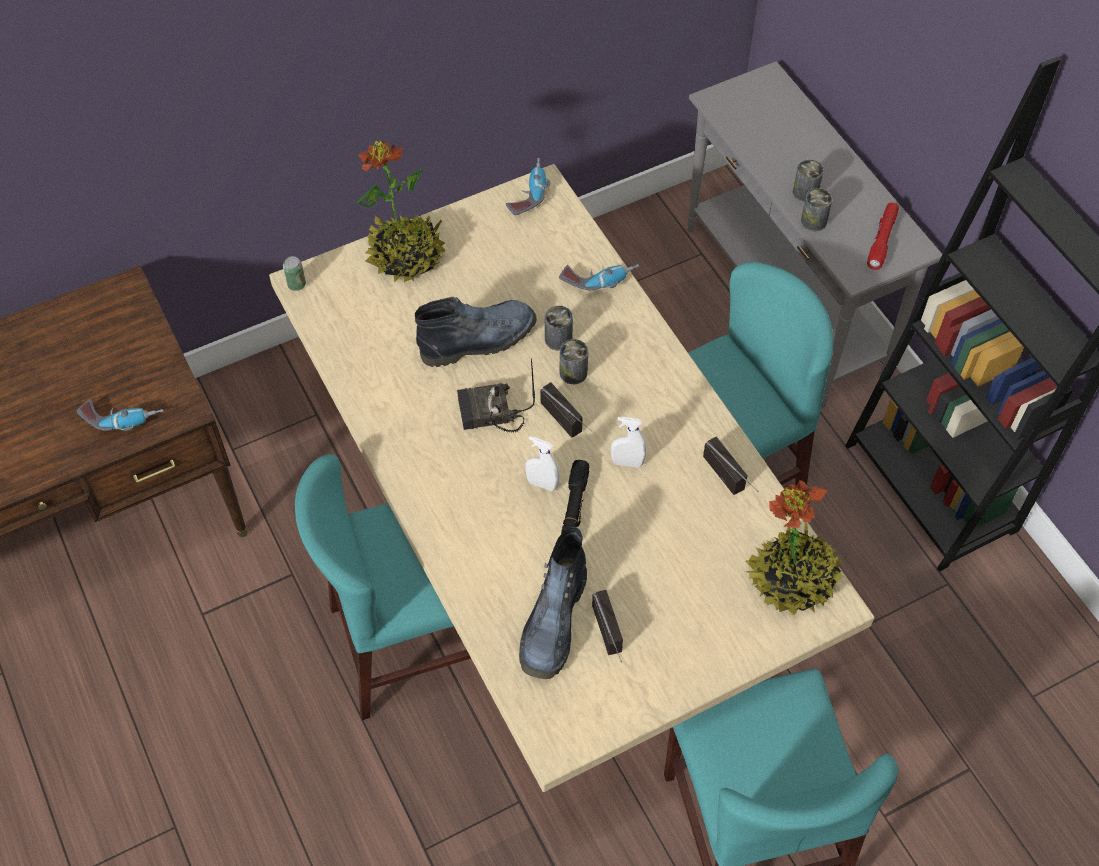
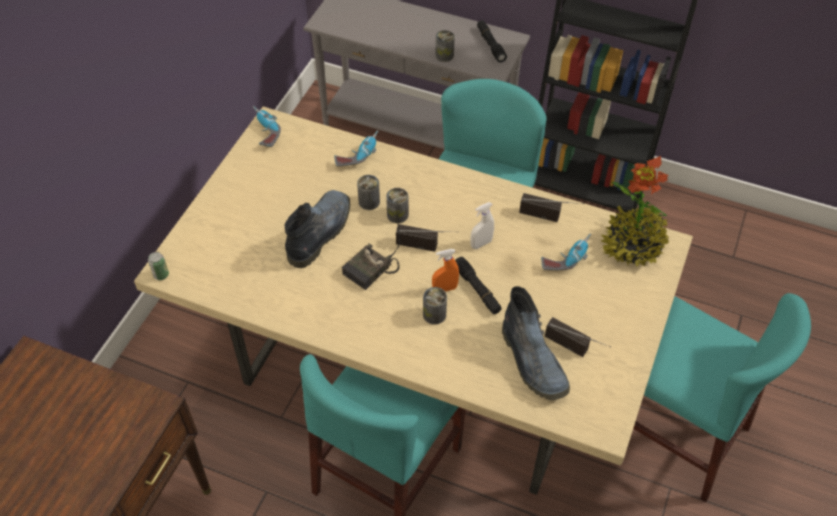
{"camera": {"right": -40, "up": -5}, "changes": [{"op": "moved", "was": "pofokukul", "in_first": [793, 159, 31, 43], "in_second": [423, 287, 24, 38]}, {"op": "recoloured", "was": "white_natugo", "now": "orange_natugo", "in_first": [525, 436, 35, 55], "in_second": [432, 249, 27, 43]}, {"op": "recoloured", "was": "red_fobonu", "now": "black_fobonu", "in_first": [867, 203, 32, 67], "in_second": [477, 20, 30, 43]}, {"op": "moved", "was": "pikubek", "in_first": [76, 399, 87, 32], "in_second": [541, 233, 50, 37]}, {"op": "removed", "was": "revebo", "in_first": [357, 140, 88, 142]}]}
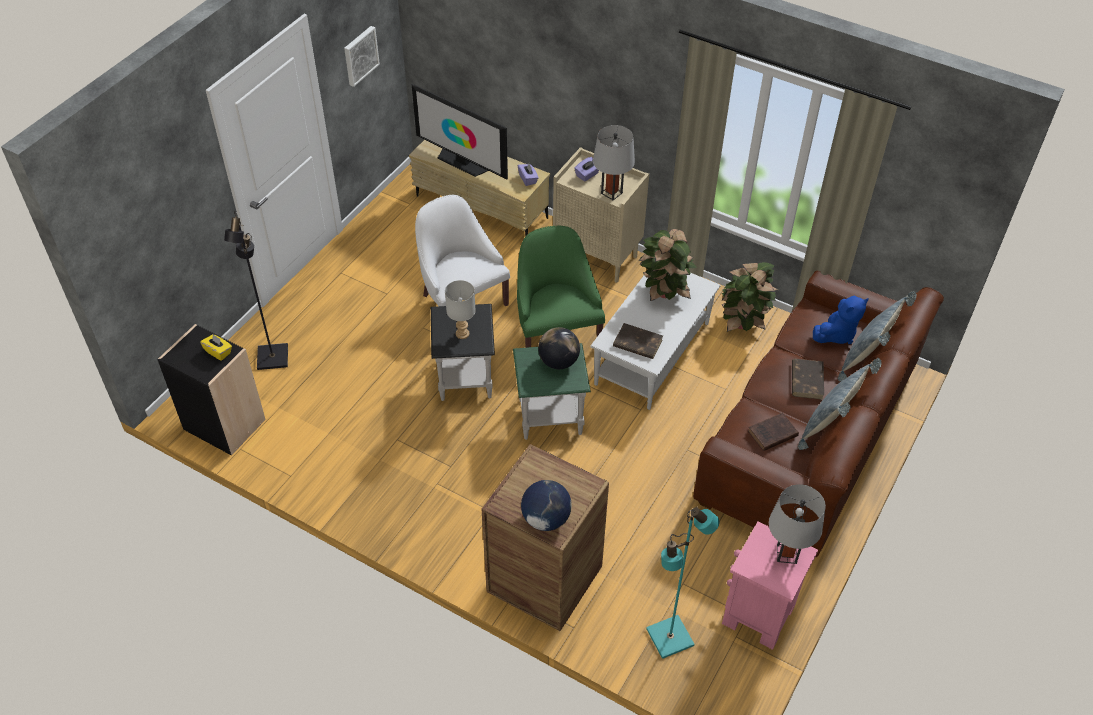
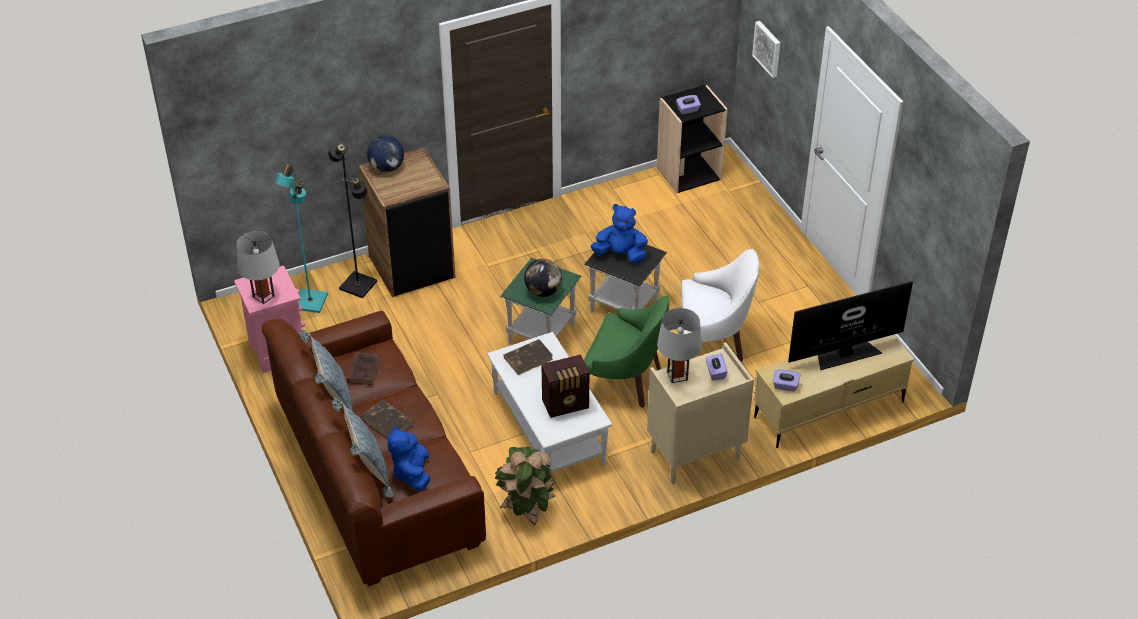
{"camera": {"right": 125, "up": -5}, "changes": [{"op": "moved", "was": "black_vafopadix", "in_first": [224, 211, 64, 159], "in_second": [328, 144, 49, 154]}, {"op": "replaced", "was": "revebo", "now": "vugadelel", "in_first": [639, 229, 58, 72], "in_second": [541, 354, 48, 64]}, {"op": "replaced", "was": "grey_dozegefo", "now": "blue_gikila", "in_first": [445, 280, 31, 59], "in_second": [590, 204, 58, 60]}, {"op": "recoloured", "was": "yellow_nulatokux", "now": "purple_nulatokux", "in_first": [200, 334, 32, 27], "in_second": [676, 95, 25, 20]}, {"op": "moved", "was": "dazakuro", "in_first": [344, 26, 36, 61], "in_second": [752, 21, 28, 57]}]}
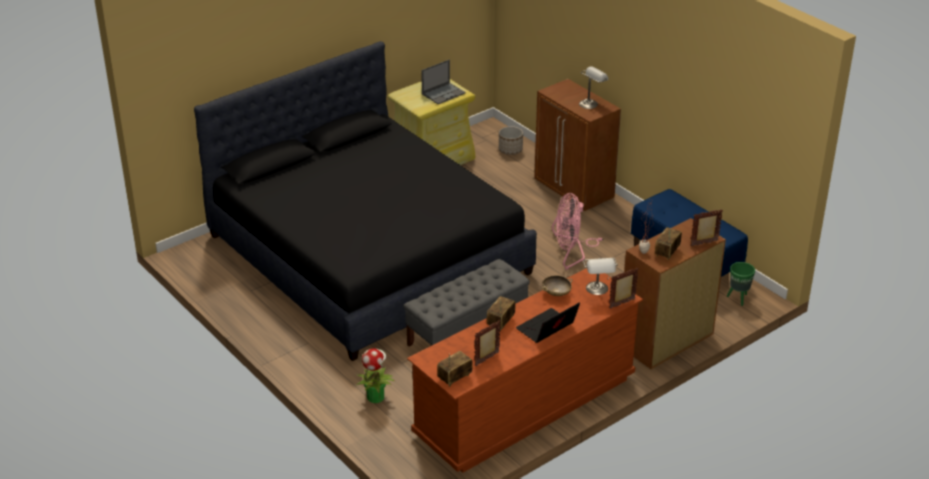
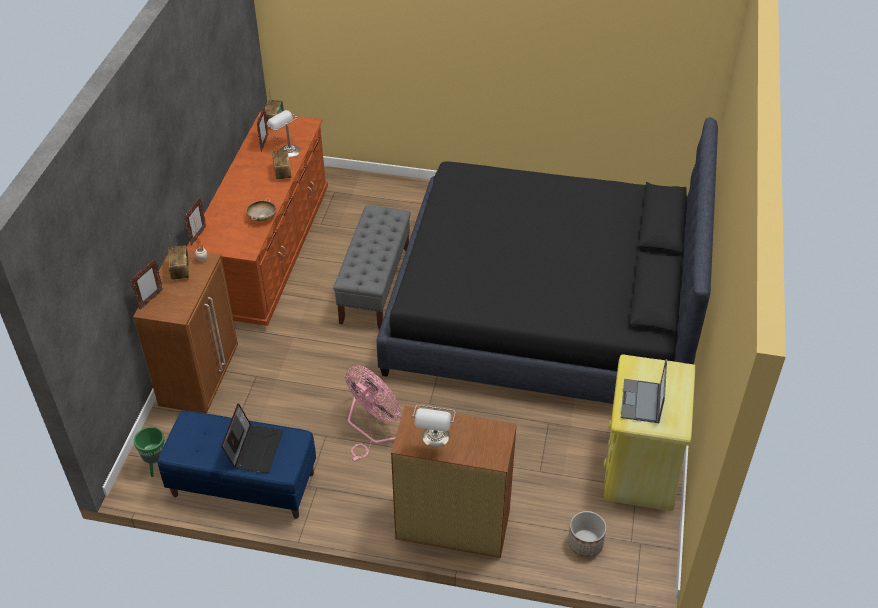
{"camera": {"right": 140, "up": 10}, "changes": [{"op": "moved", "was": "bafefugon", "in_first": [516, 302, 64, 41], "in_second": [221, 403, 63, 70]}, {"op": "moved", "was": "white_dozegefo", "in_first": [583, 258, 35, 37], "in_second": [267, 110, 33, 48]}, {"op": "removed", "was": "revebo", "in_first": [356, 348, 39, 55]}]}
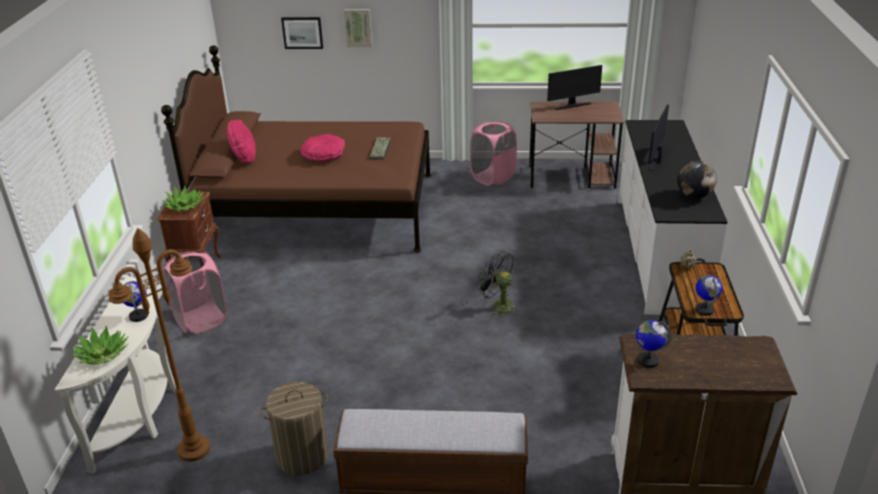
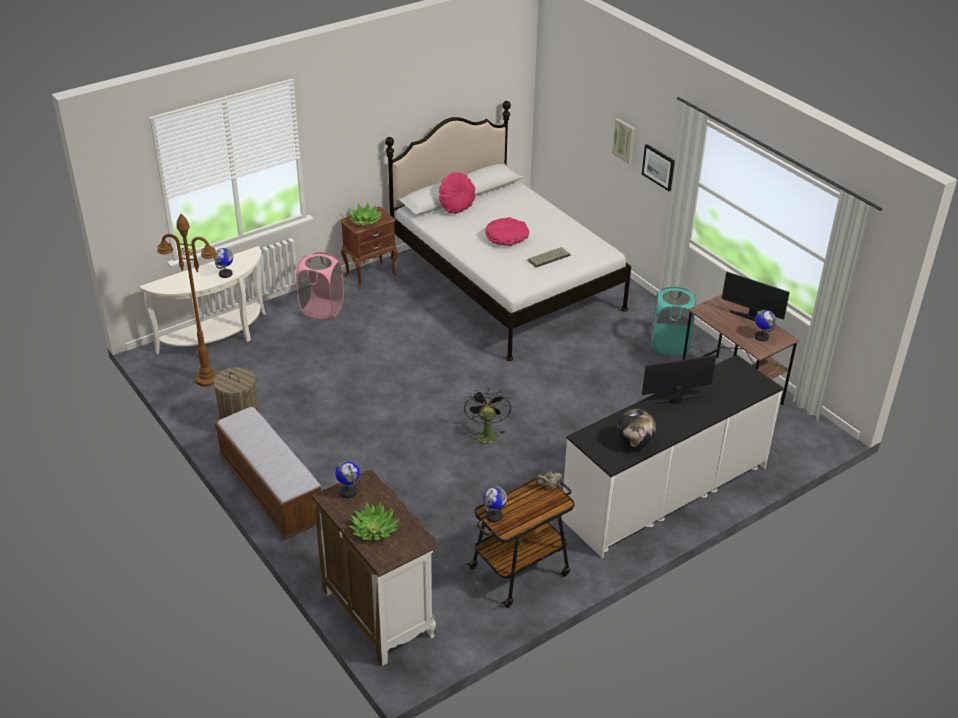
{"camera": {"right": 50, "up": 5}, "changes": [{"op": "moved", "was": "revebo", "in_first": [71, 326, 57, 39], "in_second": [349, 502, 50, 38]}, {"op": "recoloured", "was": "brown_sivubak", "now": "white_sivubak", "in_first": [161, 45, 271, 208], "in_second": [385, 101, 246, 260]}, {"op": "moved", "was": "dazakuro", "in_first": [281, 17, 42, 32], "in_second": [642, 144, 33, 47]}, {"op": "recoloured", "was": "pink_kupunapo", "now": "turquoise_kupunapo", "in_first": [470, 121, 47, 65], "in_second": [652, 287, 43, 68]}, {"op": "added", "now": "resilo", "in_second": [755, 310, 21, 31]}]}
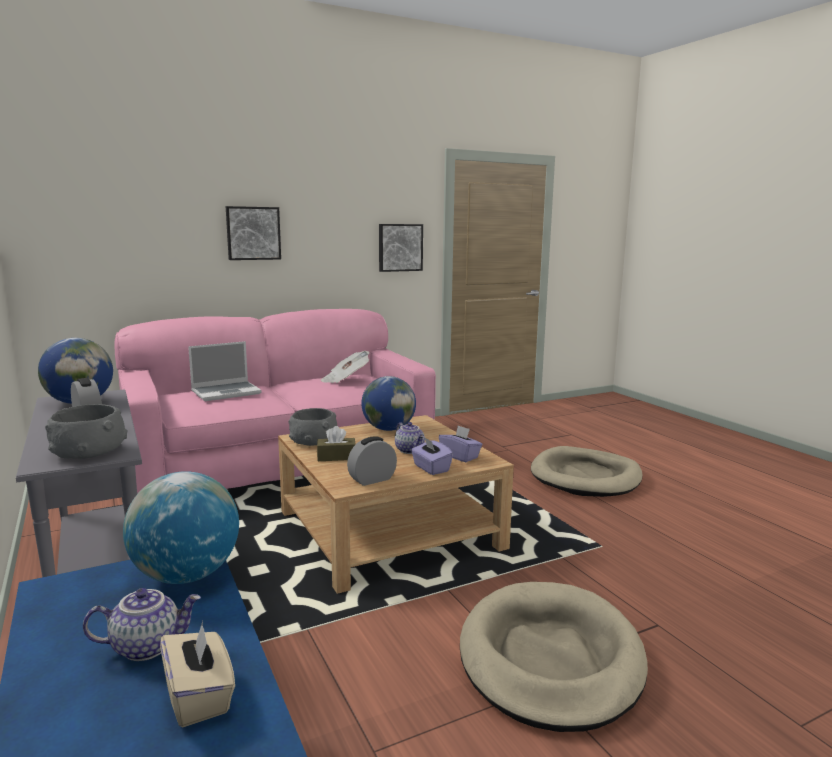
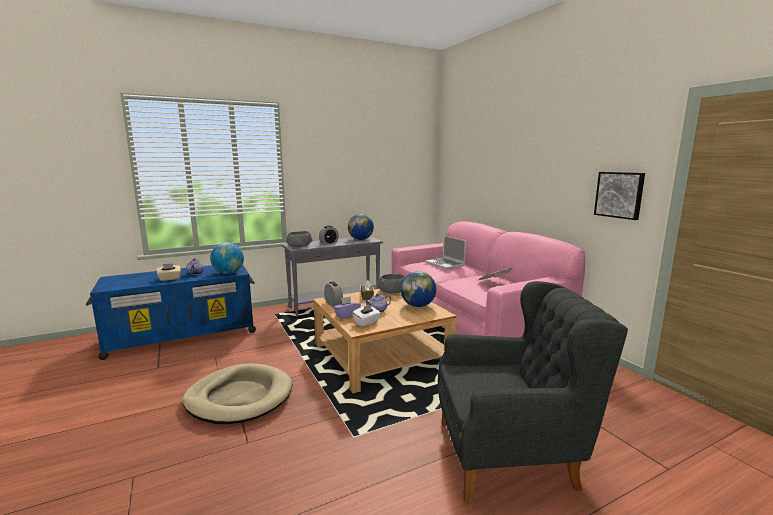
{"camera": {"right": 90, "up": 0}, "changes": [{"op": "recoloured", "was": "purple_nulatokux", "now": "white_nulatokux", "in_first": [439, 425, 43, 37], "in_second": [352, 304, 28, 23]}, {"op": "replaced", "was": "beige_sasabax", "now": "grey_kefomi", "in_first": [531, 446, 112, 51], "in_second": [438, 281, 190, 221]}, {"op": "removed", "was": "dazakuro", "in_first": [226, 206, 55, 54]}]}
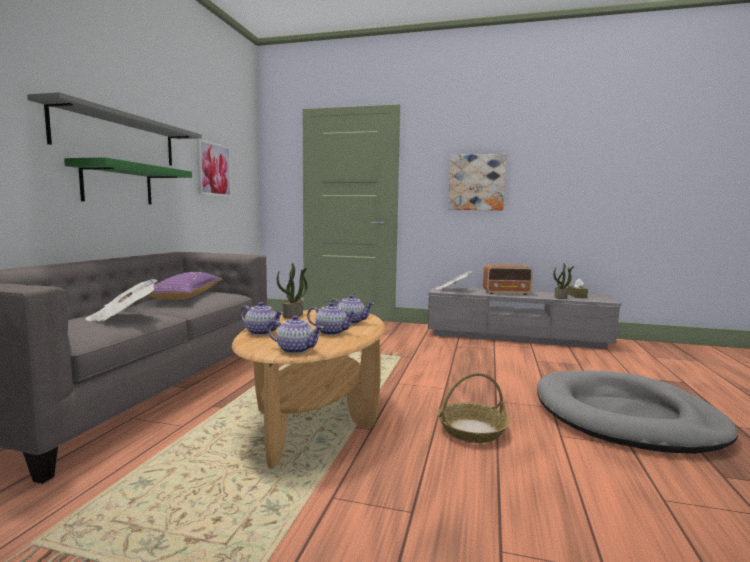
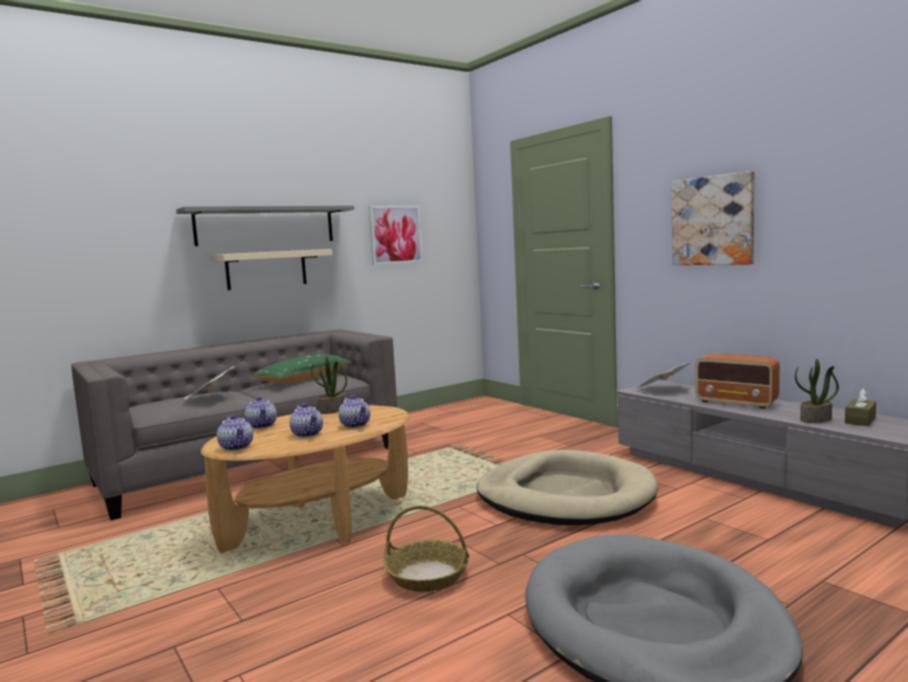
{"camera": {"right": 40, "up": 0}, "changes": [{"op": "recoloured", "was": "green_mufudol", "now": "beige_mufudol", "in_first": [64, 157, 128, 47], "in_second": [210, 249, 123, 41]}, {"op": "recoloured", "was": "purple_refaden", "now": "green_refaden", "in_first": [148, 272, 75, 28], "in_second": [251, 354, 101, 29]}, {"op": "added", "now": "beige_sasabax", "in_second": [477, 450, 181, 75]}]}
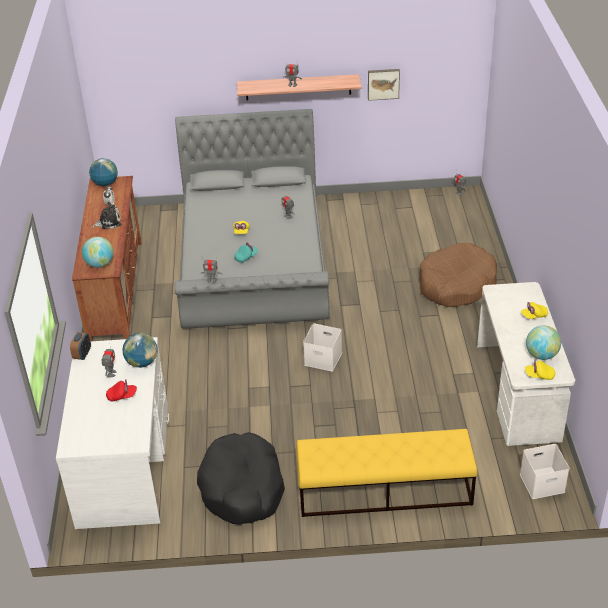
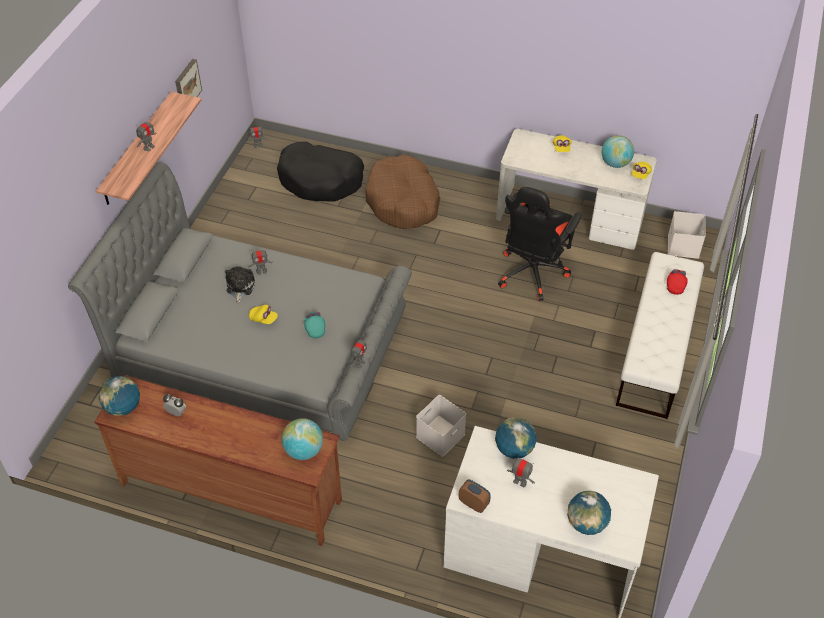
{"camera": {"right": -70, "up": 10}, "changes": [{"op": "moved", "was": "gikila", "in_first": [92, 202, 30, 27], "in_second": [225, 266, 30, 37]}, {"op": "moved", "was": "black_sasabax", "in_first": [197, 432, 88, 93], "in_second": [277, 142, 87, 60]}, {"op": "moved", "was": "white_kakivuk", "in_first": [303, 323, 39, 49], "in_second": [416, 395, 50, 62]}, {"op": "added", "now": "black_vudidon", "in_second": [498, 187, 83, 114]}, {"op": "added", "now": "resilo", "in_second": [568, 491, 43, 44]}, {"op": "recoloured", "was": "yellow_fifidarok", "now": "white_fifidarok", "in_first": [296, 429, 182, 88], "in_second": [616, 252, 88, 167]}, {"op": "moved", "was": "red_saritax", "in_first": [106, 379, 31, 23], "in_second": [667, 269, 21, 26]}]}
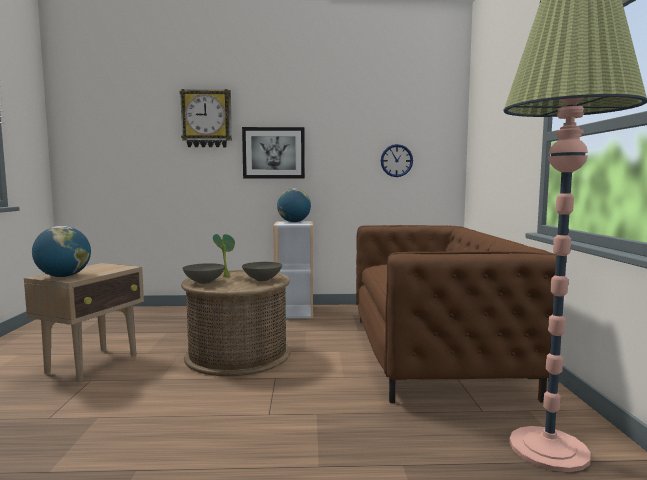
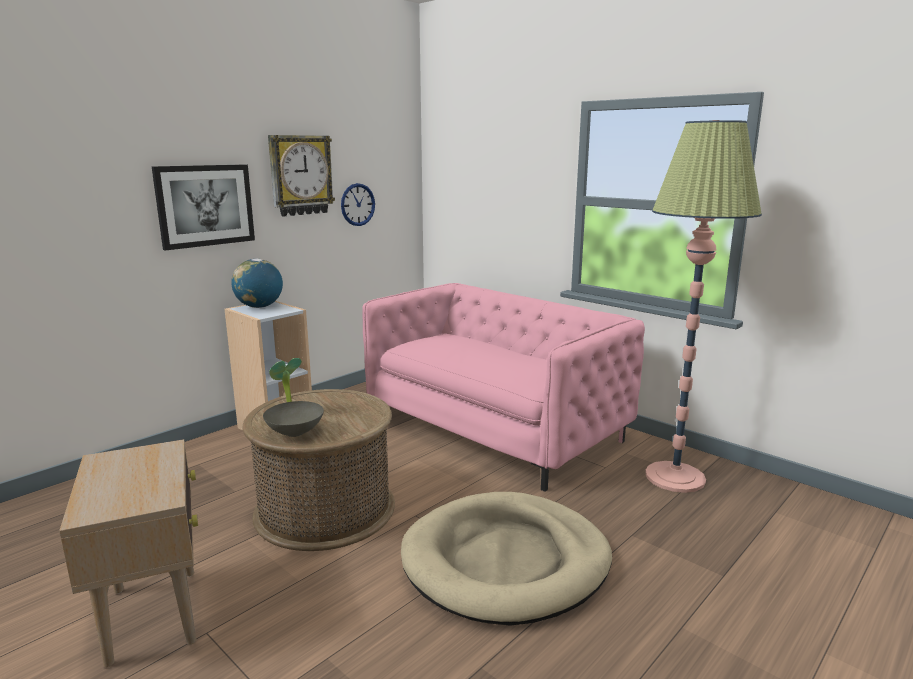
{"camera": {"right": -45, "up": 10}, "changes": [{"op": "moved", "was": "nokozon", "in_first": [180, 89, 52, 58], "in_second": [268, 135, 67, 82]}, {"op": "recoloured", "was": "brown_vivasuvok", "now": "pink_vivasuvok", "in_first": [356, 225, 200, 178], "in_second": [362, 283, 283, 209]}, {"op": "added", "now": "beige_sasabax", "in_second": [401, 492, 211, 134]}, {"op": "removed", "was": "resilo", "in_first": [32, 226, 59, 51]}, {"op": "removed", "was": "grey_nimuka", "in_first": [242, 262, 40, 19]}]}
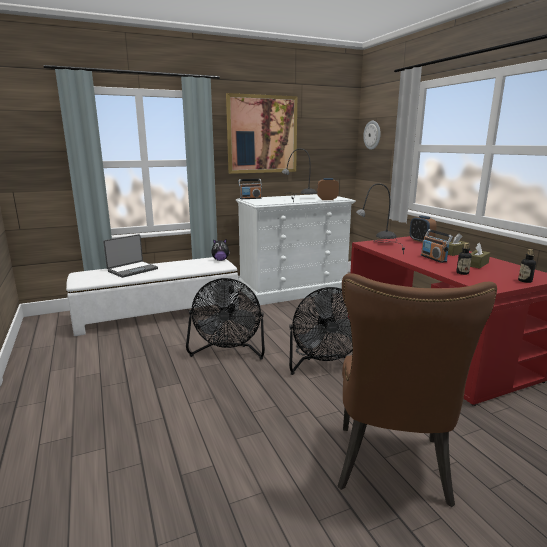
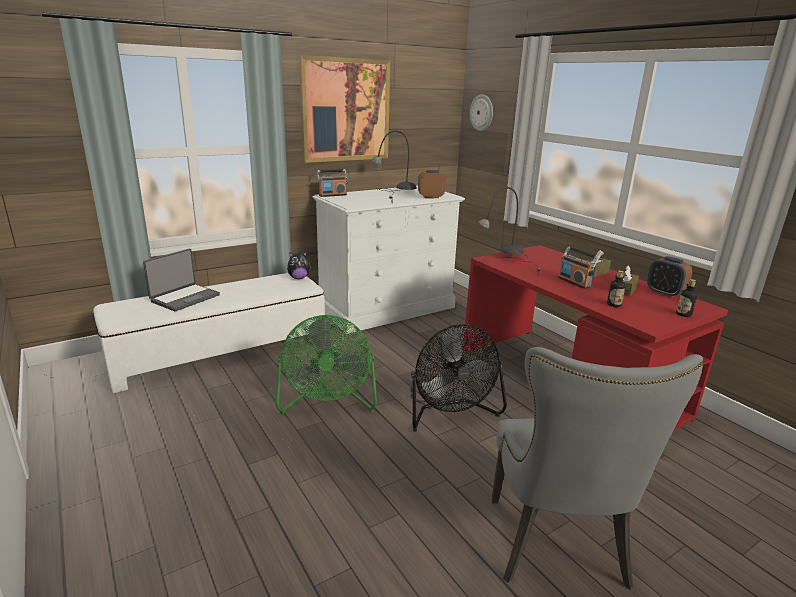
{"camera": {"right": -10, "up": 5}, "changes": [{"op": "recoloured", "was": "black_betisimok", "now": "green_betisimok", "in_first": [186, 278, 79, 82], "in_second": [276, 315, 101, 100]}, {"op": "recoloured", "was": "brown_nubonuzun", "now": "grey_nubonuzun", "in_first": [337, 273, 160, 234], "in_second": [491, 347, 212, 243]}, {"op": "moved", "was": "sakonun", "in_first": [410, 216, 27, 27], "in_second": [647, 256, 45, 42]}]}
